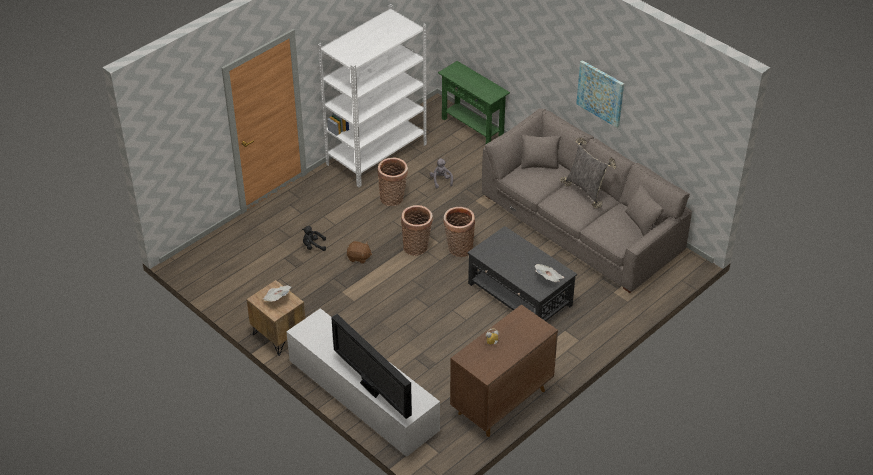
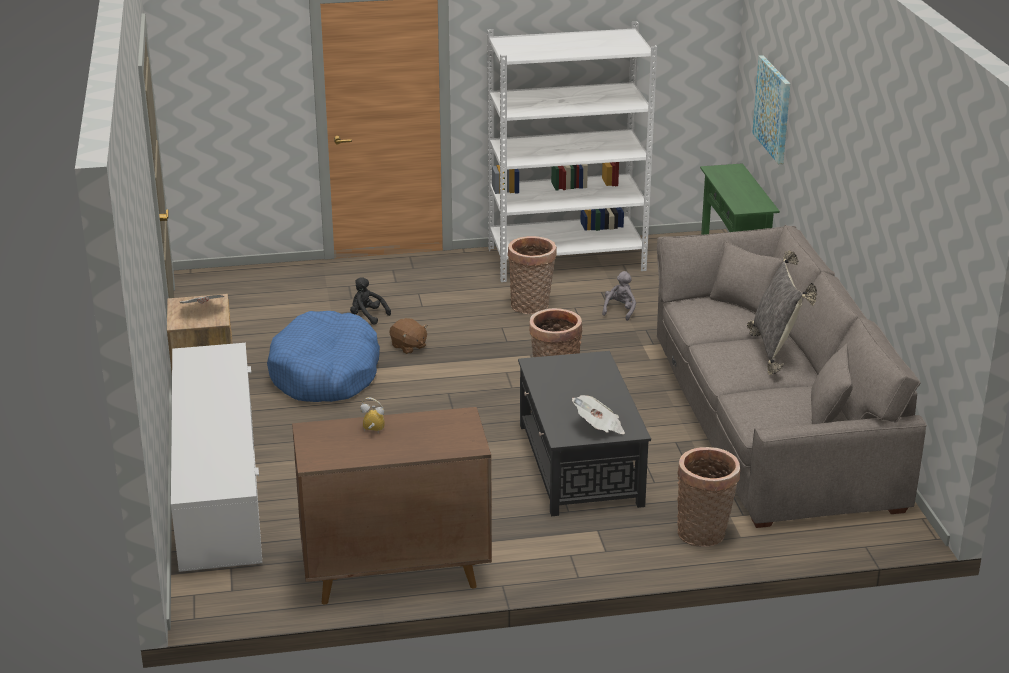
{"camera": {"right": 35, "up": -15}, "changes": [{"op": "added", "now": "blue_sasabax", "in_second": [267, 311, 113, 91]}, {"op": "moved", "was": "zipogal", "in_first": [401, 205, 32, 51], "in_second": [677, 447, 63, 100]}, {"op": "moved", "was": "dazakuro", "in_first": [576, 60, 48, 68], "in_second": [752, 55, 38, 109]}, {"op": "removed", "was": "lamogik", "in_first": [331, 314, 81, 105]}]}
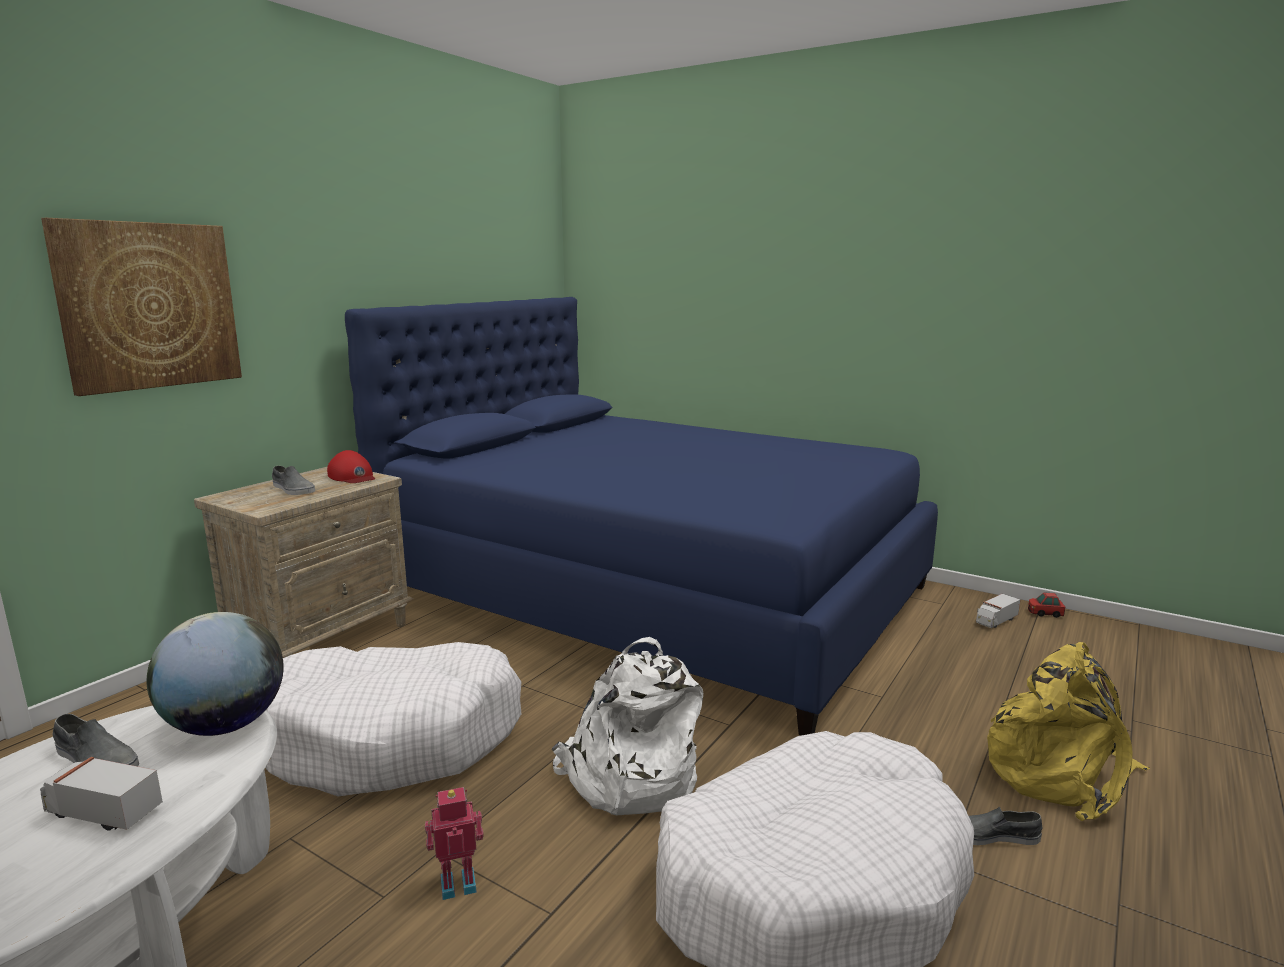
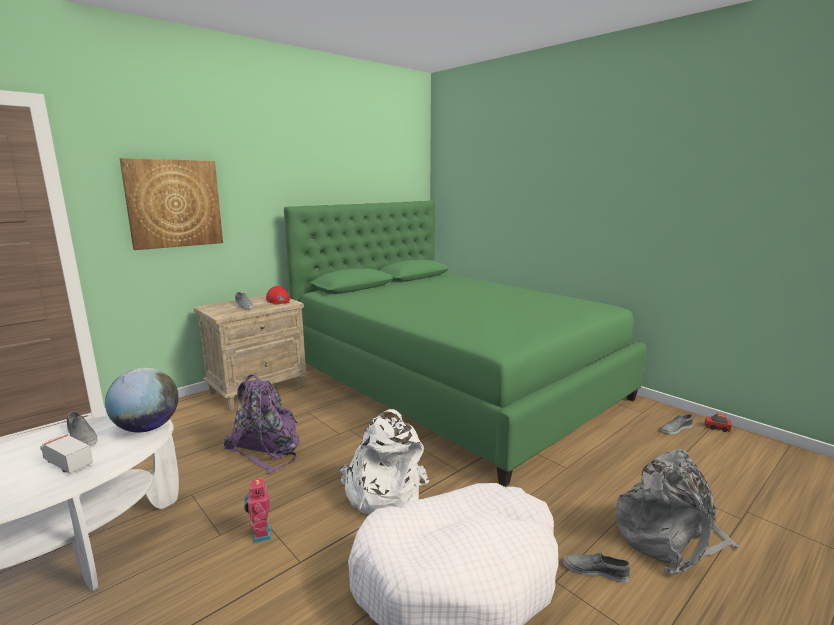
{"camera": {"right": 15, "up": 0}, "changes": [{"op": "replaced", "was": "white_sasabax", "now": "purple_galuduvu", "in_first": [265, 642, 257, 154], "in_second": [224, 374, 75, 100]}, {"op": "turned", "was": "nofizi", "in_first": [425, 787, 58, 113], "in_second": [244, 476, 28, 67], "clockwise": -105}, {"op": "recoloured", "was": "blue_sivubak", "now": "green_sivubak", "in_first": [345, 297, 593, 439], "in_second": [284, 201, 362, 286]}, {"op": "recoloured", "was": "yellow_galuduvu", "now": "grey_galuduvu", "in_first": [987, 642, 163, 179], "in_second": [616, 449, 124, 125]}, {"op": "replaced", "was": "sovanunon", "now": "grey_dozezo", "in_first": [976, 594, 44, 34], "in_second": [661, 414, 32, 20]}]}
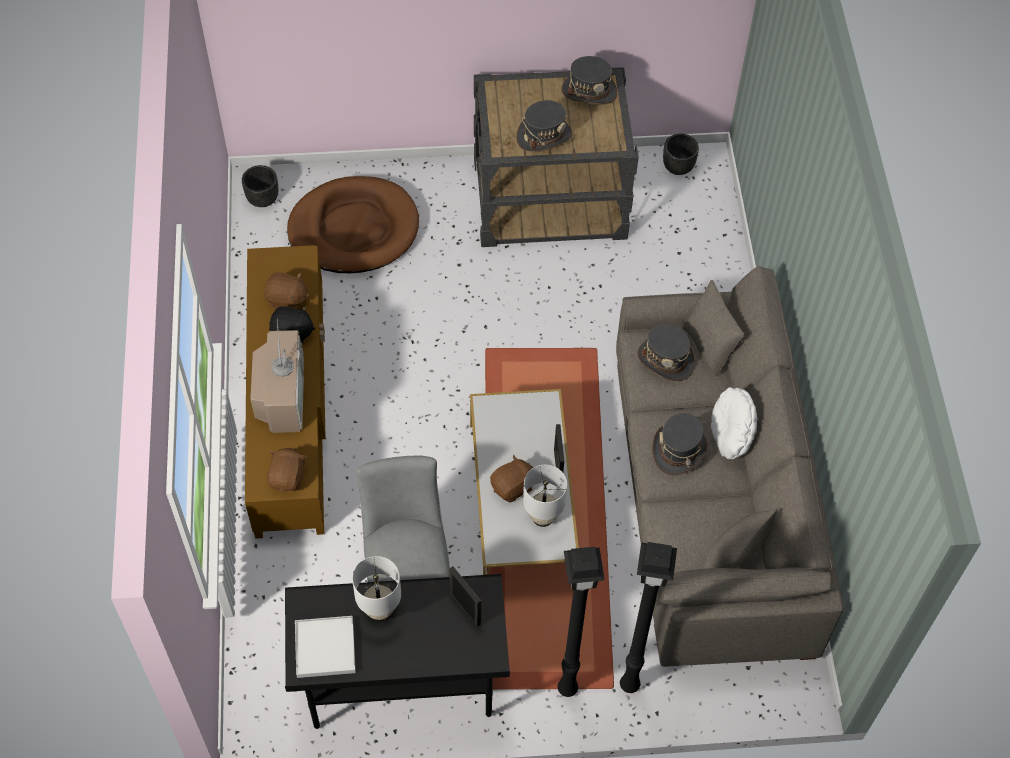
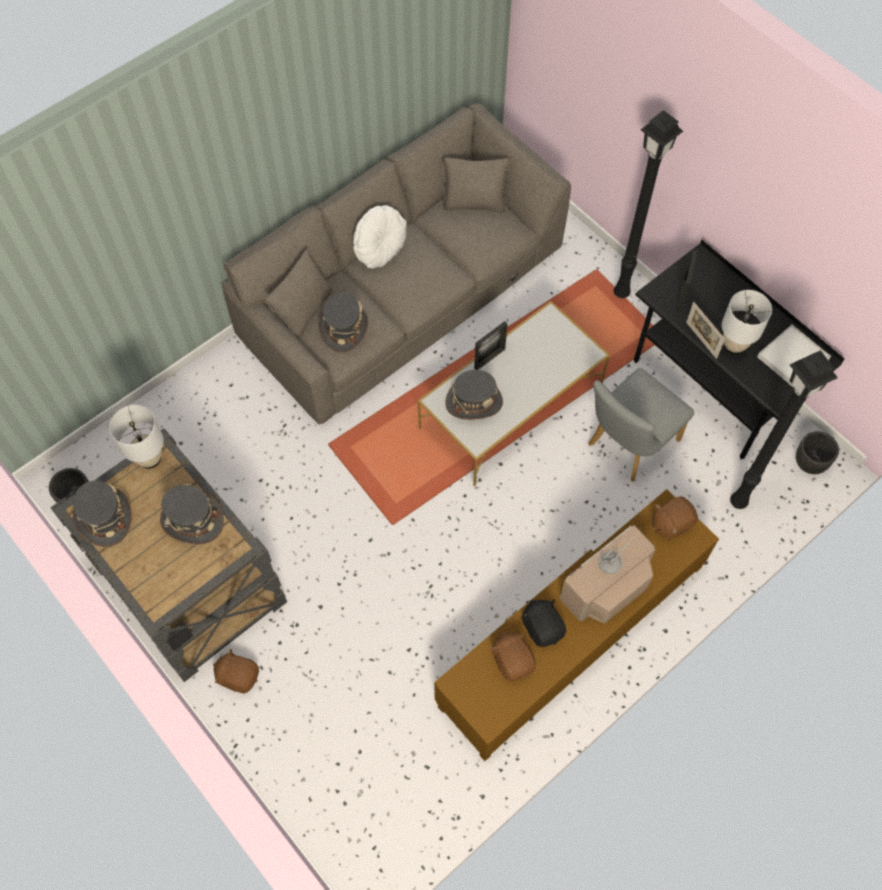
{"camera": {"right": -125, "up": 5}, "changes": [{"op": "moved", "was": "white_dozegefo", "in_first": [523, 465, 44, 62], "in_second": [109, 405, 55, 64]}, {"op": "moved", "was": "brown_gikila", "in_first": [490, 455, 44, 47], "in_second": [213, 649, 46, 45]}, {"op": "moved", "was": "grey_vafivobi", "in_first": [652, 413, 56, 62], "in_second": [445, 370, 58, 50]}, {"op": "added", "now": "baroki", "in_second": [686, 302, 39, 57]}, {"op": "moved", "was": "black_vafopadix", "in_first": [620, 542, 57, 151], "in_second": [730, 350, 108, 159]}, {"op": "moved", "was": "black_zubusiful", "in_first": [242, 165, 36, 42], "in_second": [796, 431, 43, 43]}, {"op": "removed", "was": "brown_sasabax", "in_first": [287, 176, 132, 97]}]}
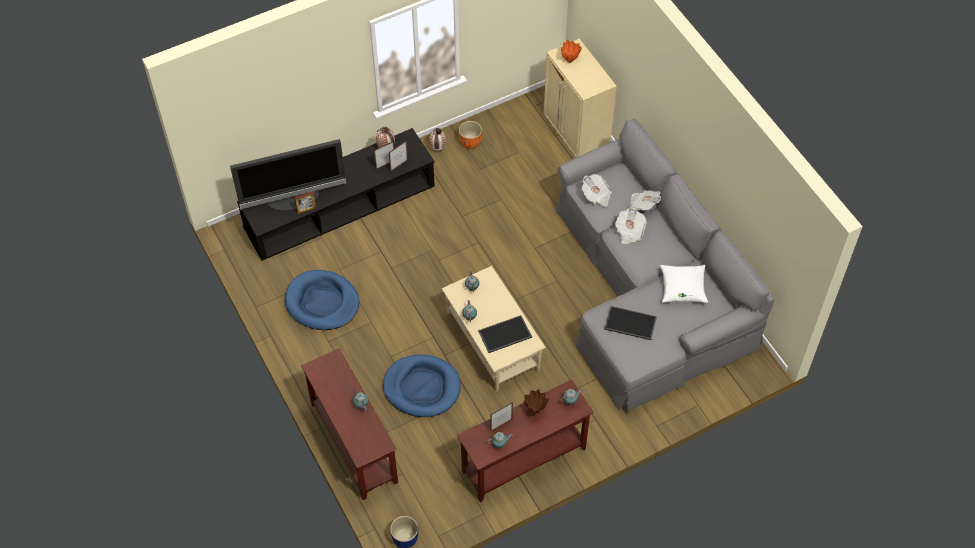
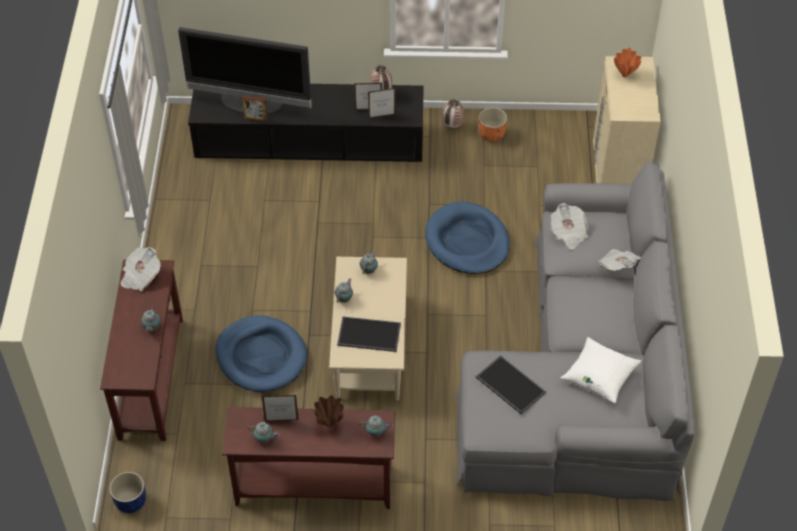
{"camera": {"right": 30, "up": -5}, "changes": [{"op": "moved", "was": "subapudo", "in_first": [615, 208, 32, 36], "in_second": [120, 247, 41, 44]}, {"op": "moved", "was": "blue_sasabax", "in_first": [285, 270, 74, 60], "in_second": [425, 201, 85, 73]}]}
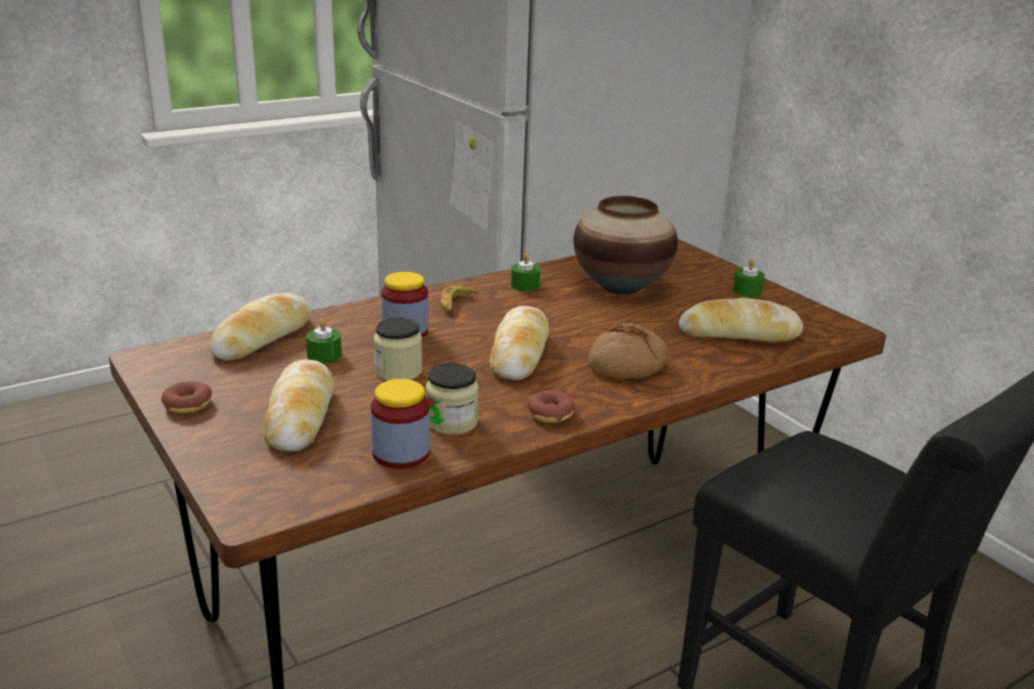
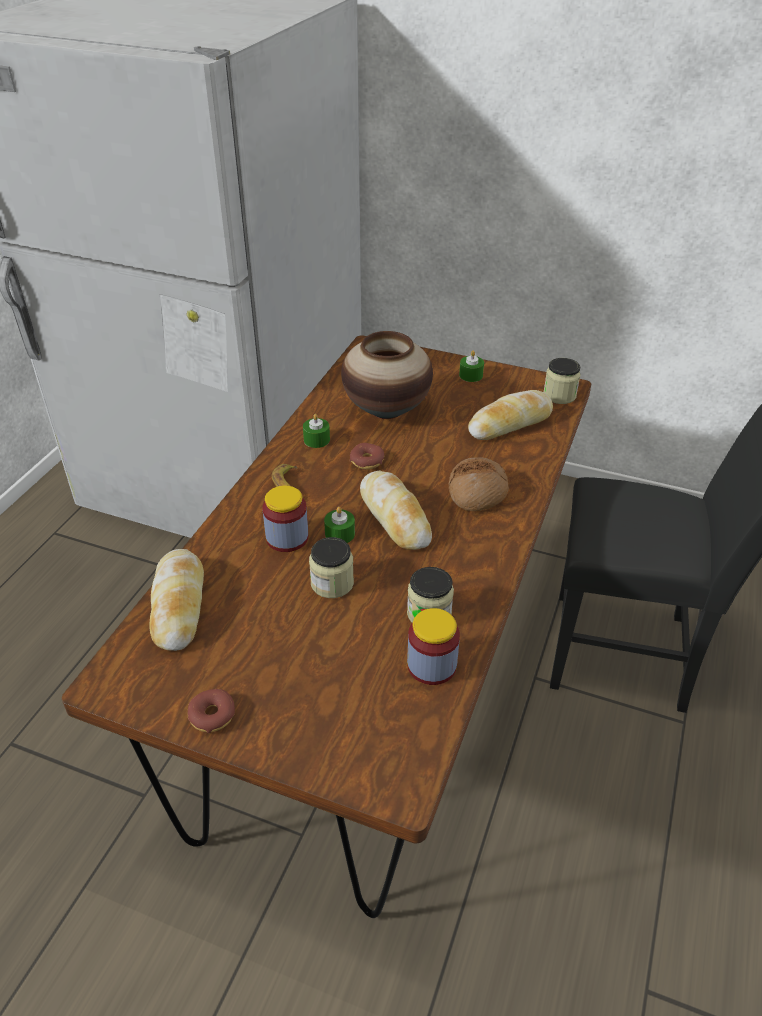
{"camera": {"right": -35, "up": 15}, "changes": [{"op": "moved", "was": "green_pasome", "in_first": [306, 318, 36, 45], "in_second": [324, 507, 31, 36]}, {"op": "moved", "was": "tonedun", "in_first": [527, 390, 48, 33], "in_second": [350, 443, 34, 27]}, {"op": "added", "now": "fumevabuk", "in_second": [543, 358, 38, 46]}, {"op": "removed", "was": "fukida", "in_first": [263, 360, 71, 92]}]}
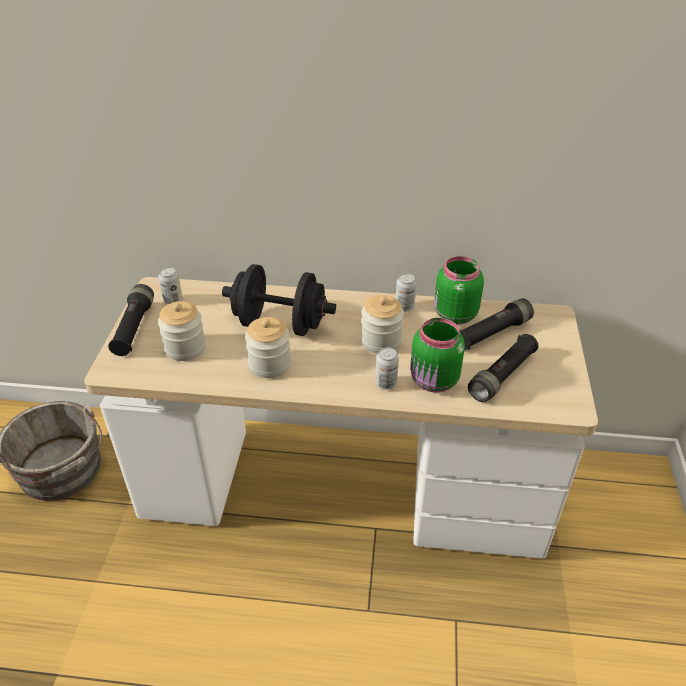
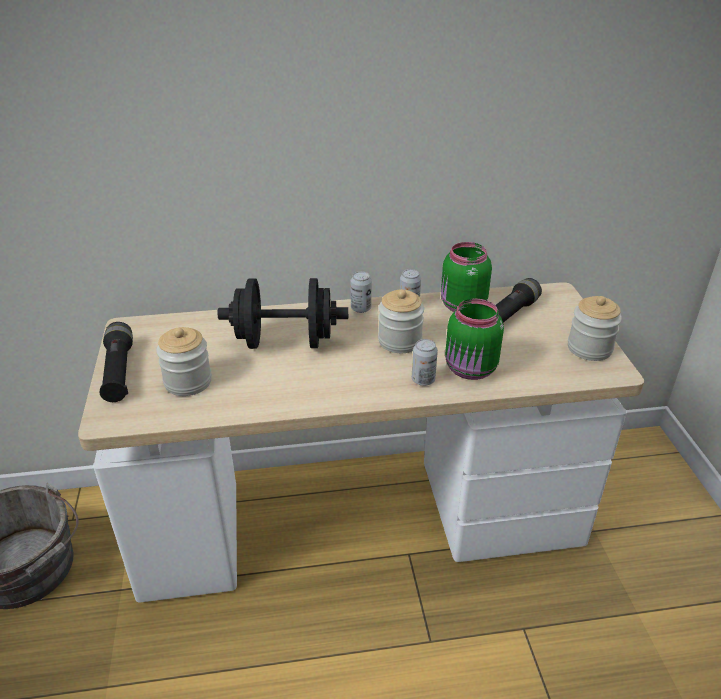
{"camera": {"right": -15, "up": -5}, "changes": [{"op": "moved", "was": "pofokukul", "in_first": [158, 267, 25, 37], "in_second": [351, 271, 21, 42]}, {"op": "moved", "was": "fumevabuk", "in_first": [245, 317, 46, 61], "in_second": [568, 296, 54, 65]}, {"op": "removed", "was": "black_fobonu", "in_first": [468, 334, 70, 68]}]}
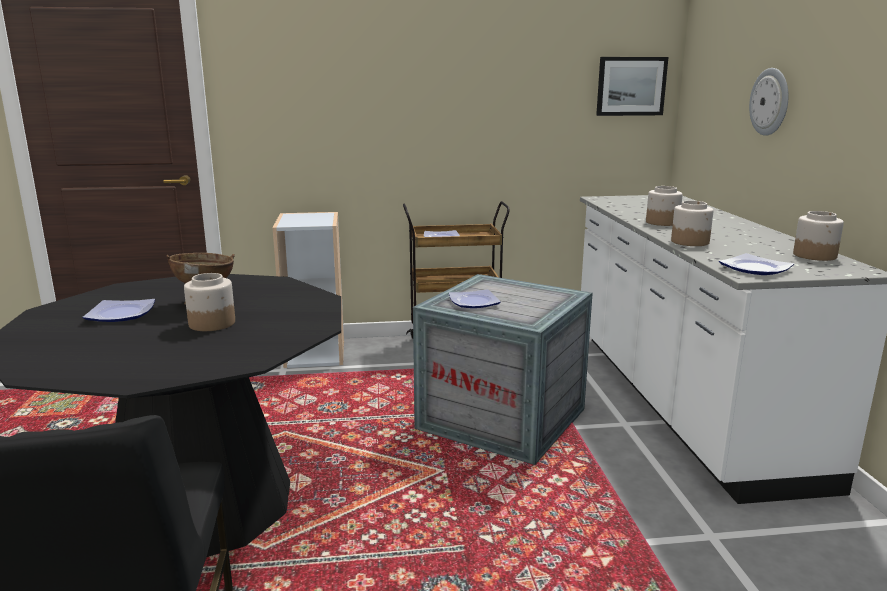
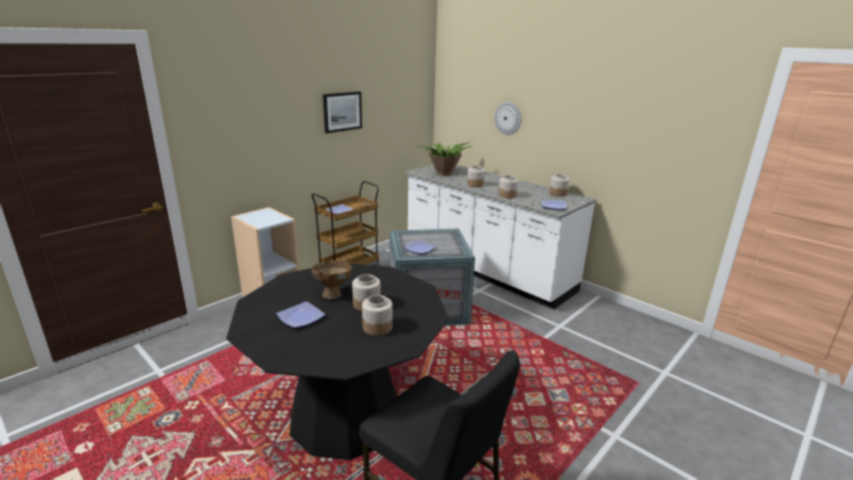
{"camera": {"right": -40, "up": 5}, "changes": [{"op": "moved", "was": "dazakuro", "in_first": [596, 57, 72, 59], "in_second": [323, 91, 39, 42]}, {"op": "added", "now": "fumevabuk", "in_second": [362, 295, 31, 41]}, {"op": "added", "now": "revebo", "in_second": [416, 142, 57, 34]}]}
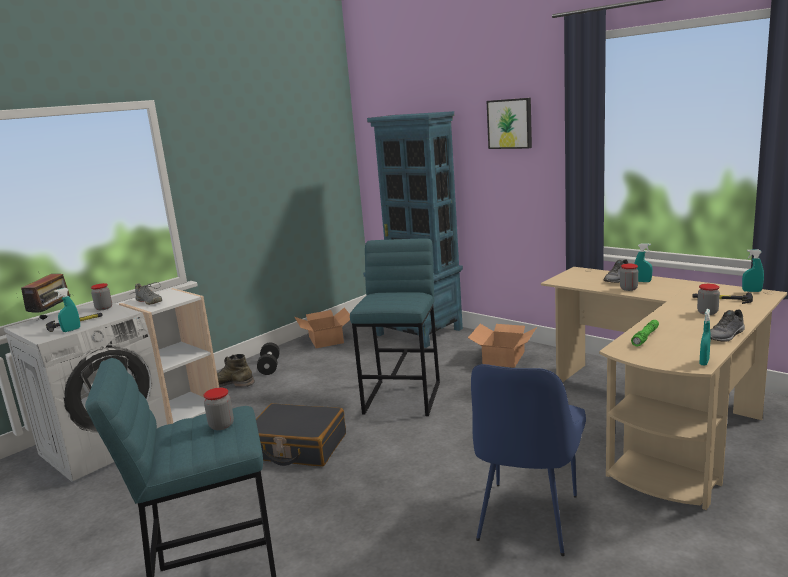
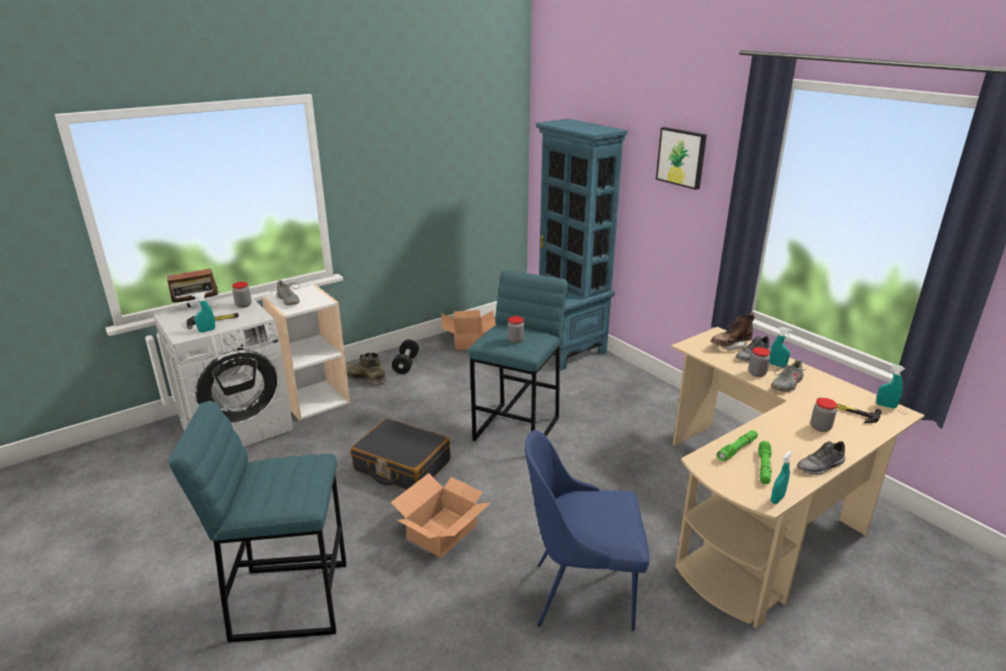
{"camera": {"right": 10, "up": 10}, "changes": [{"op": "turned", "was": "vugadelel", "in_first": [17, 274, 53, 46], "in_second": [167, 267, 53, 40], "clockwise": 45}, {"op": "moved", "was": "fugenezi", "in_first": [468, 324, 69, 44], "in_second": [391, 473, 99, 85]}, {"op": "moved", "was": "fumevabuk", "in_first": [204, 388, 30, 42], "in_second": [507, 316, 17, 27]}, {"op": "turned", "was": "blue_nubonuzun", "in_first": [471, 364, 115, 192], "in_second": [525, 430, 125, 201], "clockwise": 60}, {"op": "added", "now": "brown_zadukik", "in_second": [711, 312, 44, 38]}, {"op": "added", "now": "green_fobonu", "in_second": [759, 441, 13, 43]}, {"op": "added", "now": "grey_dozezo", "in_second": [771, 360, 36, 32]}]}
